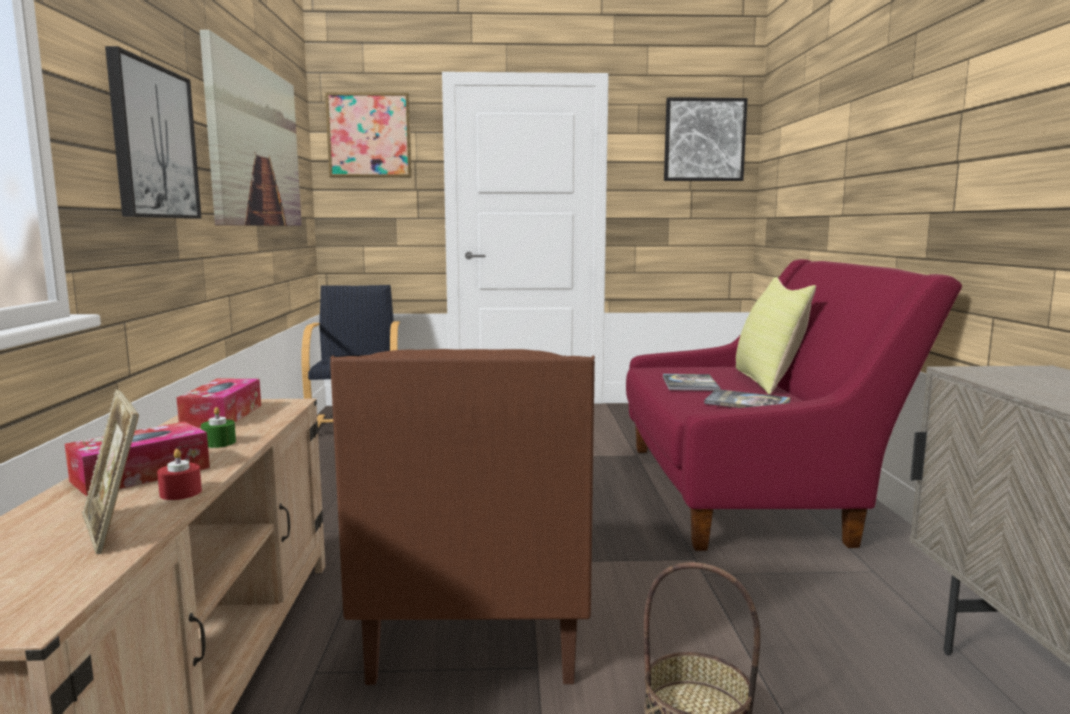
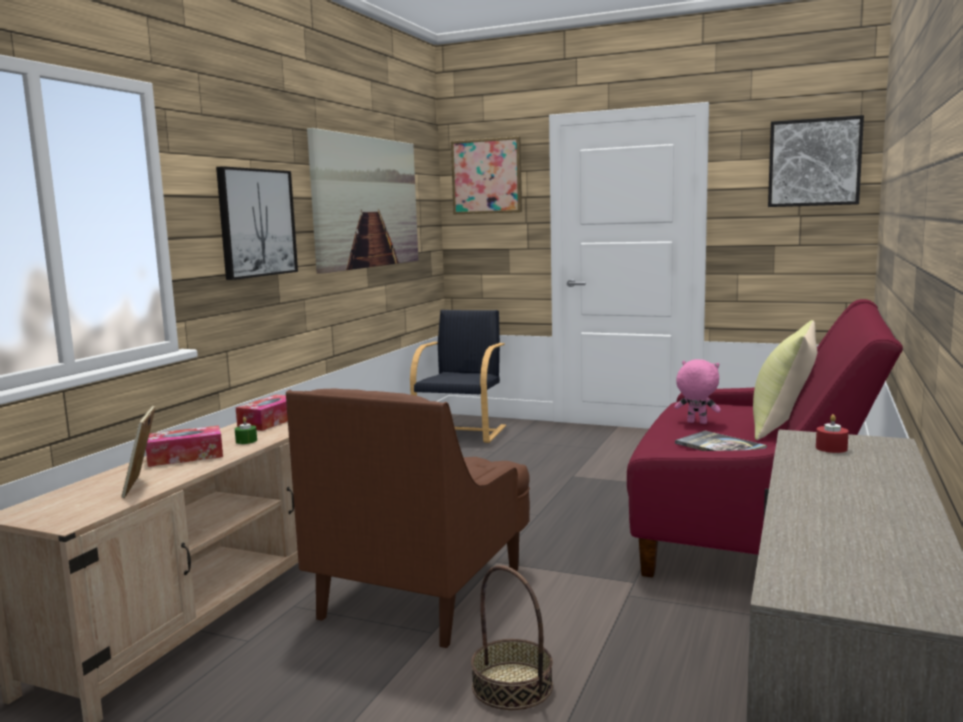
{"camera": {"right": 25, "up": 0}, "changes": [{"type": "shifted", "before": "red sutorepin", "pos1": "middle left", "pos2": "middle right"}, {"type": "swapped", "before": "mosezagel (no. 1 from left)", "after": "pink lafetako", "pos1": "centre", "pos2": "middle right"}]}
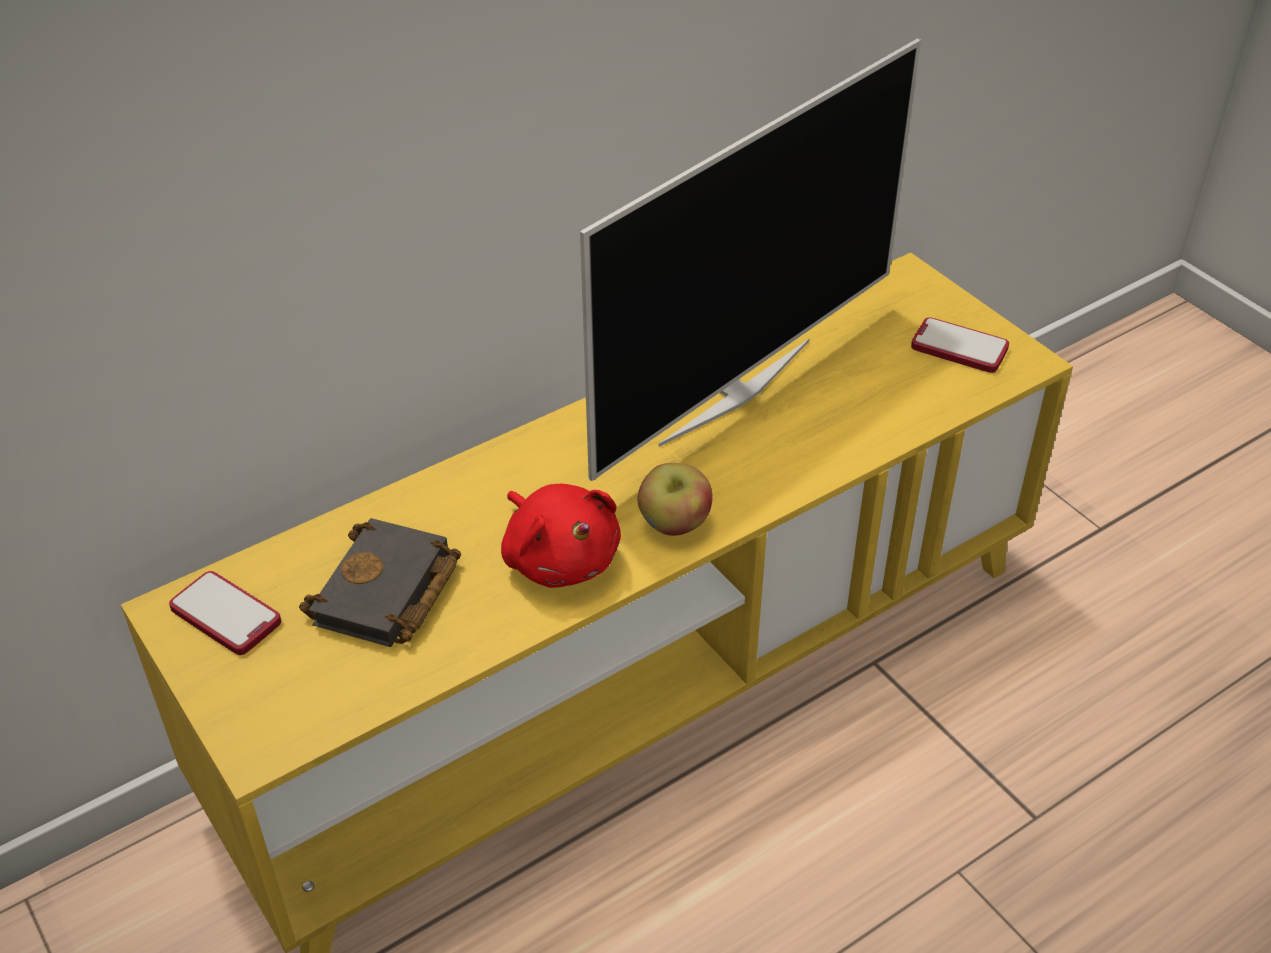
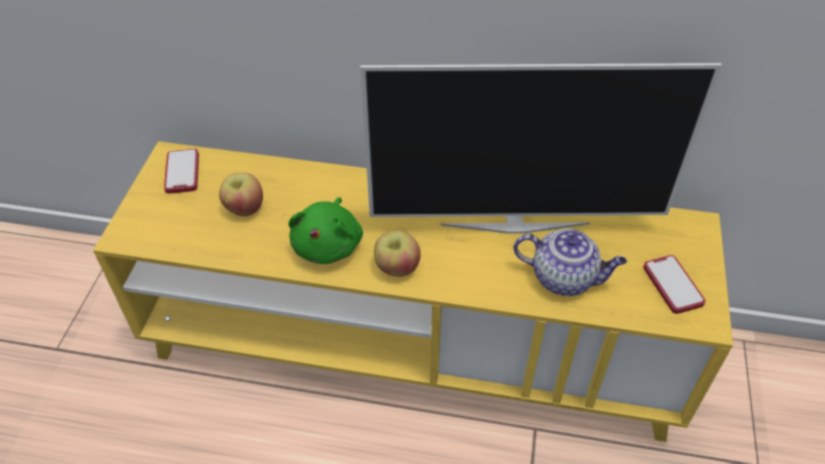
{"camera": {"right": 45, "up": 5}, "changes": [{"type": "new", "after": "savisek", "pos2": "middle right"}, {"type": "swapped", "before": "black mosezagel", "after": "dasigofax (no. 1 from left)", "pos1": "middle left", "pos2": "middle left"}, {"type": "repainted", "before": "red lafetako", "after": "green lafetako", "pos1": "centre", "pos2": "centre"}]}
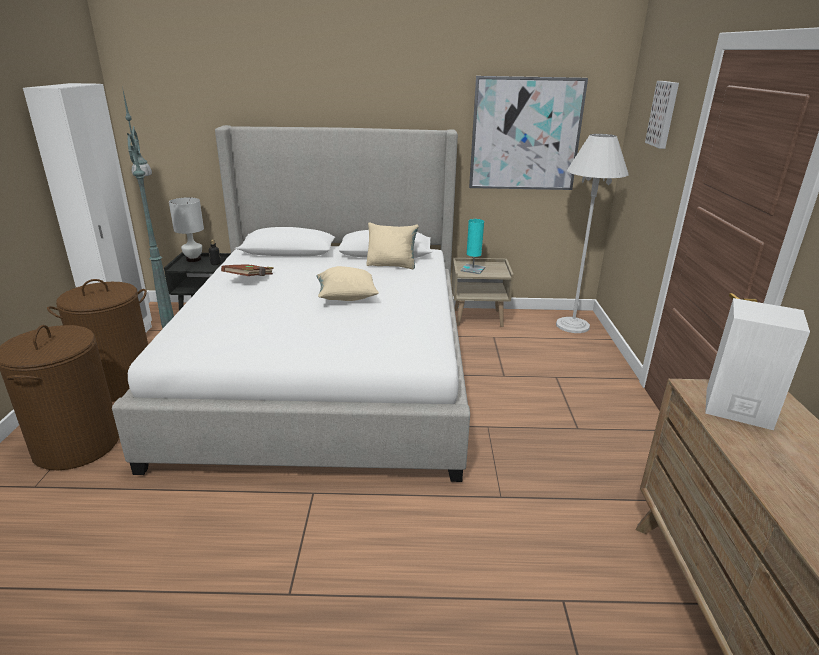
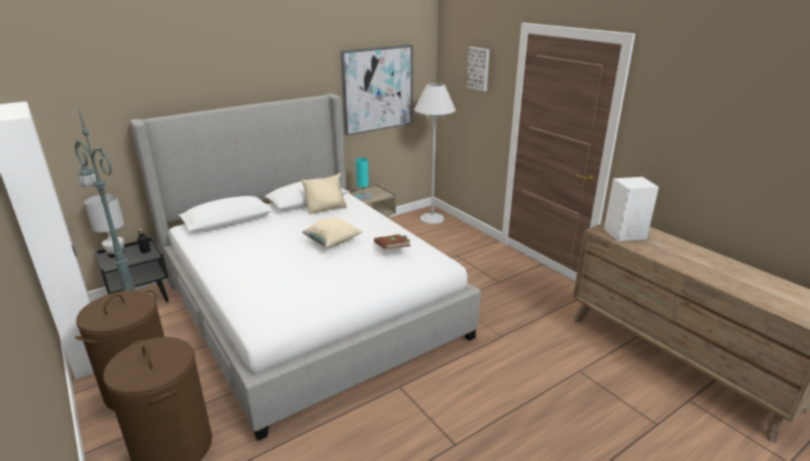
{"camera": {"right": -35, "up": 0}, "changes": [{"type": "shifted", "before": "brown mosezagel", "pos1": "middle left", "pos2": "centre"}]}
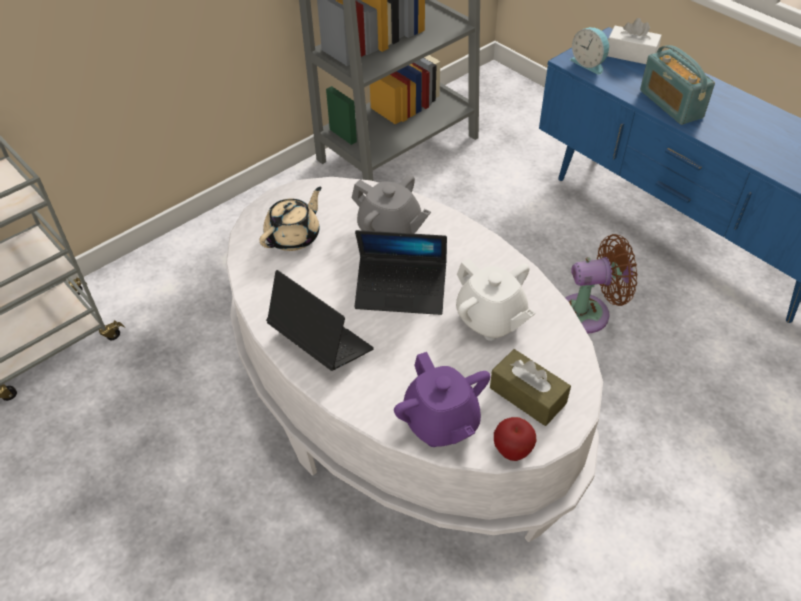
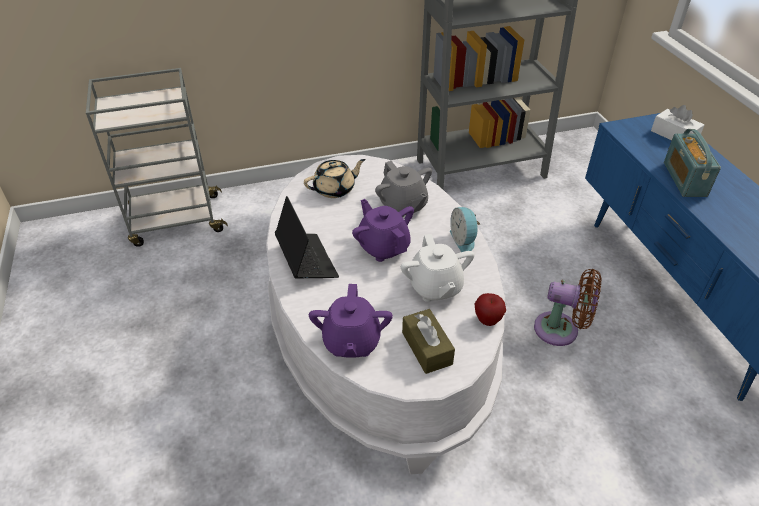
{"camera": {"right": 25, "up": -5}, "changes": [{"type": "shifted", "before": "dasigofax", "pos1": "bottom centre", "pos2": "centre"}, {"type": "shifted", "before": "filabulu", "pos1": "top right", "pos2": "centre"}, {"type": "swapped", "before": "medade (no. 2 from left)", "after": "purple savisek (no. 2 from left)", "pos1": "centre", "pos2": "centre"}]}
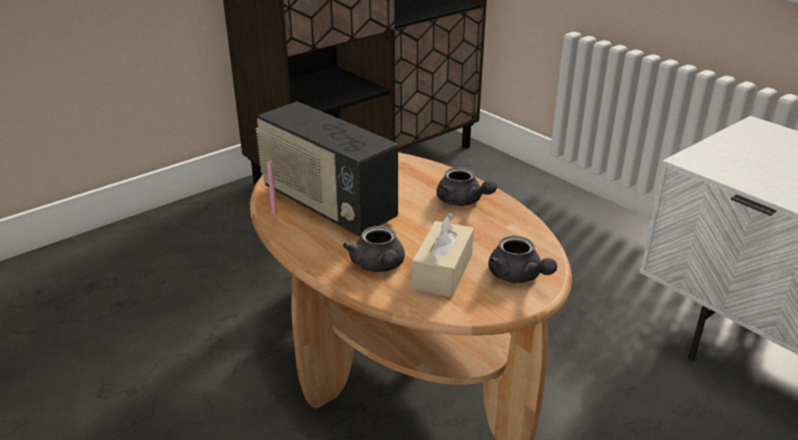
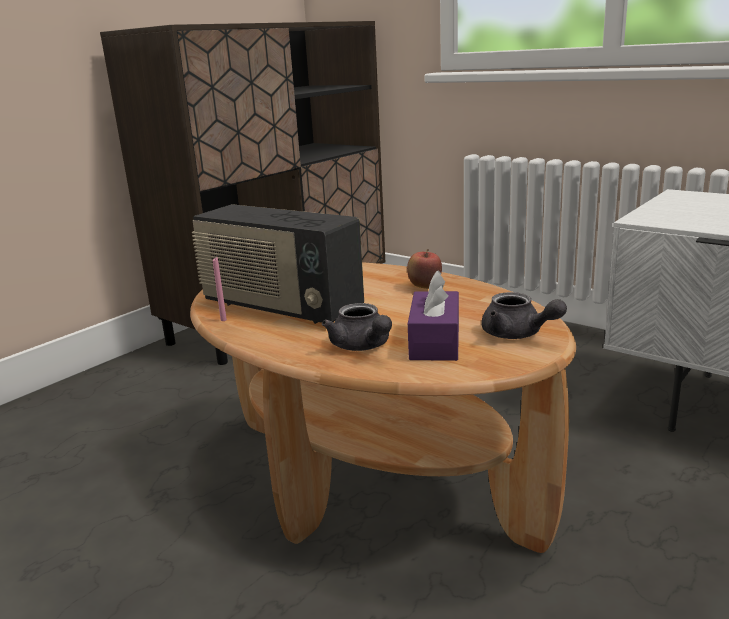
{"camera": {"right": -10, "up": -10}, "changes": [{"type": "swapped", "before": "grey savisek (no. 2 from left)", "after": "dasigofax", "pos1": "centre", "pos2": "centre"}, {"type": "repainted", "before": "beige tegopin", "after": "purple tegopin", "pos1": "centre", "pos2": "centre"}]}
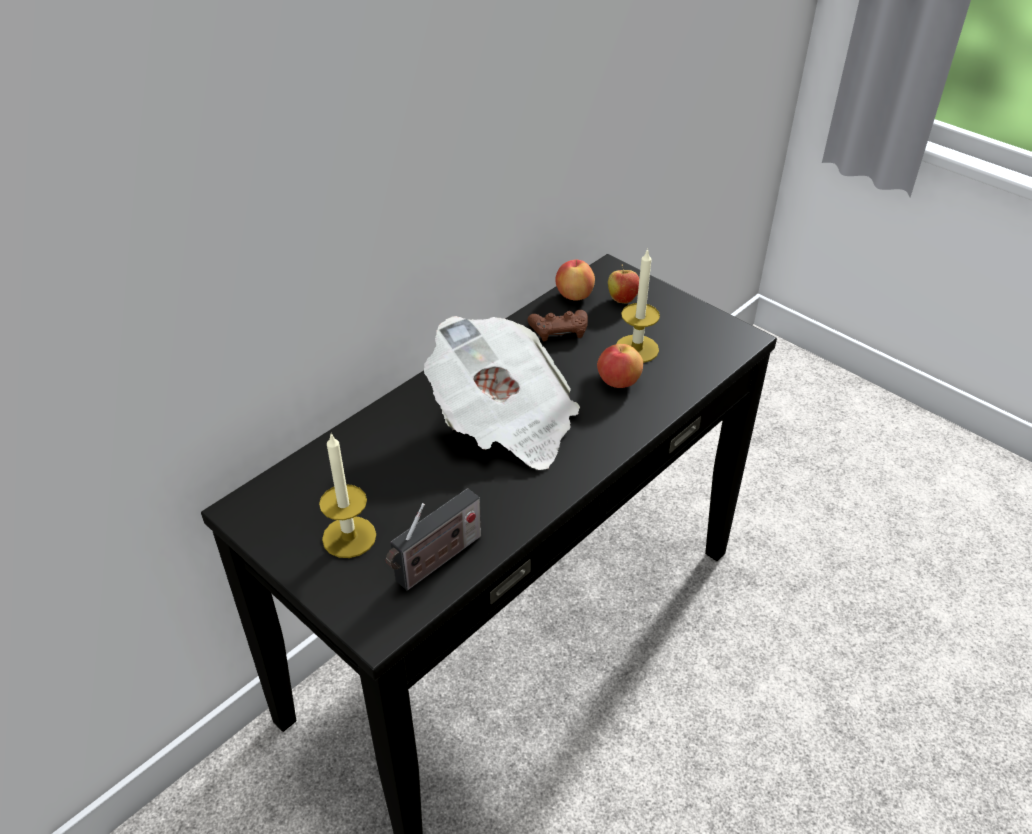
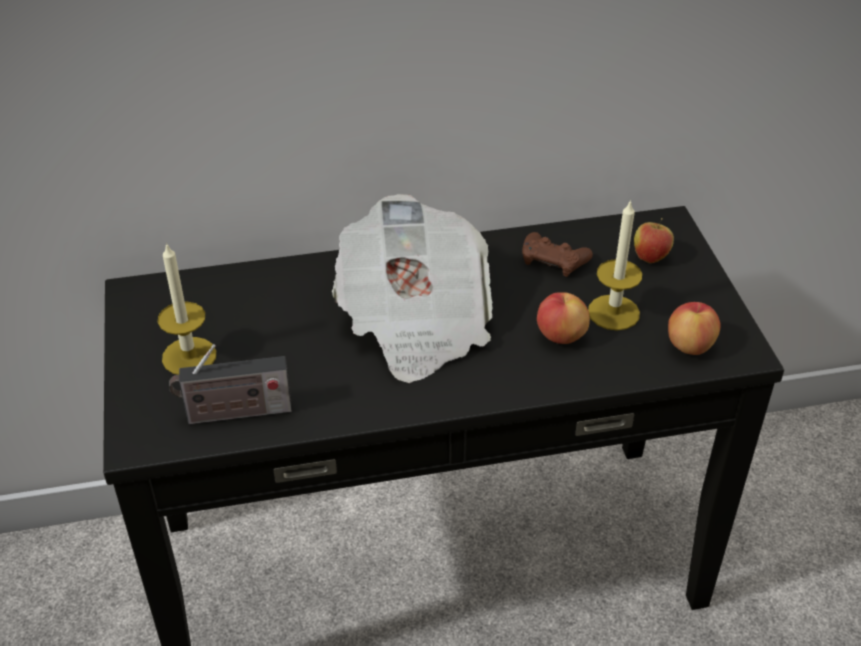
{"camera": {"right": 35, "up": 0}, "changes": [{"type": "shifted", "before": "dasigofax (no. 1 from left in the first image)", "after": "dasigofax (no. 3 from left)", "pos1": "centre", "pos2": "middle right"}]}
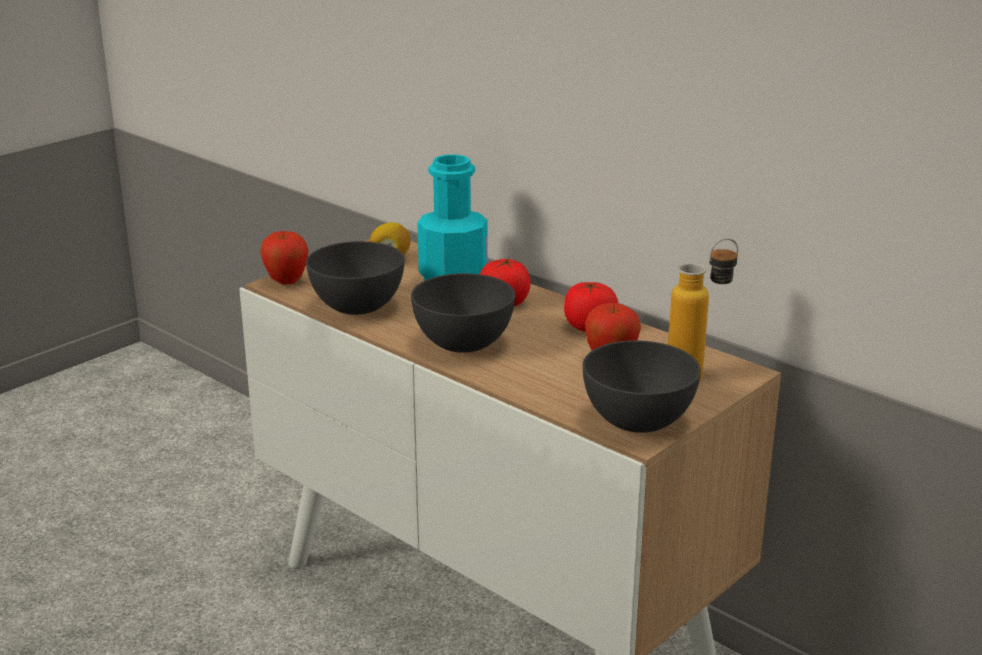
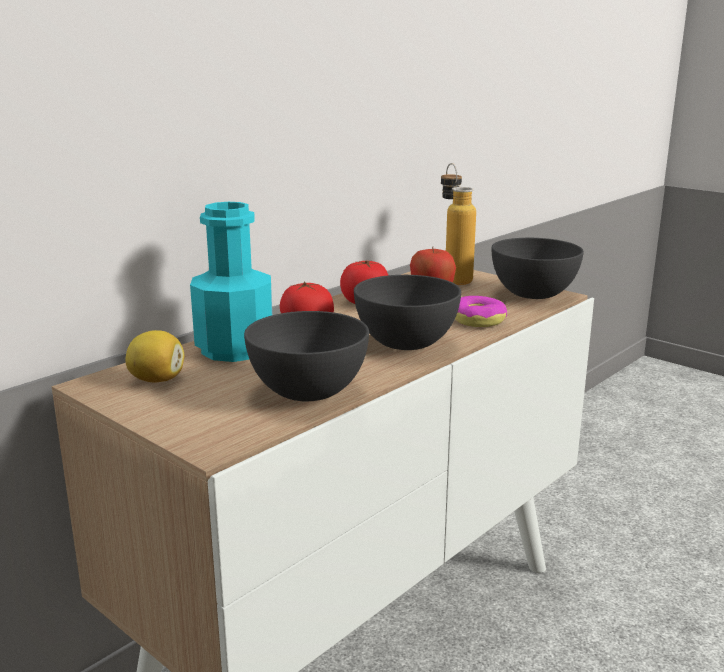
{"camera": {"right": -90, "up": -5}, "changes": [{"type": "gone", "before": "dasigofax (no. 1 from left)", "pos1": "middle left"}, {"type": "new", "after": "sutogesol", "pos2": "centre"}]}
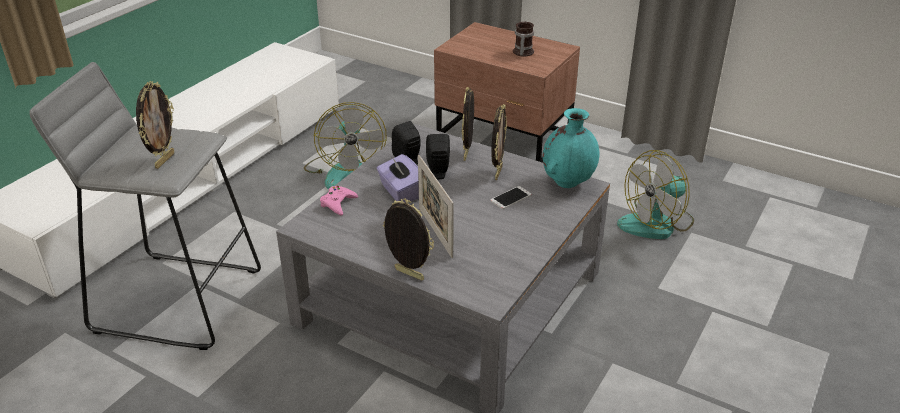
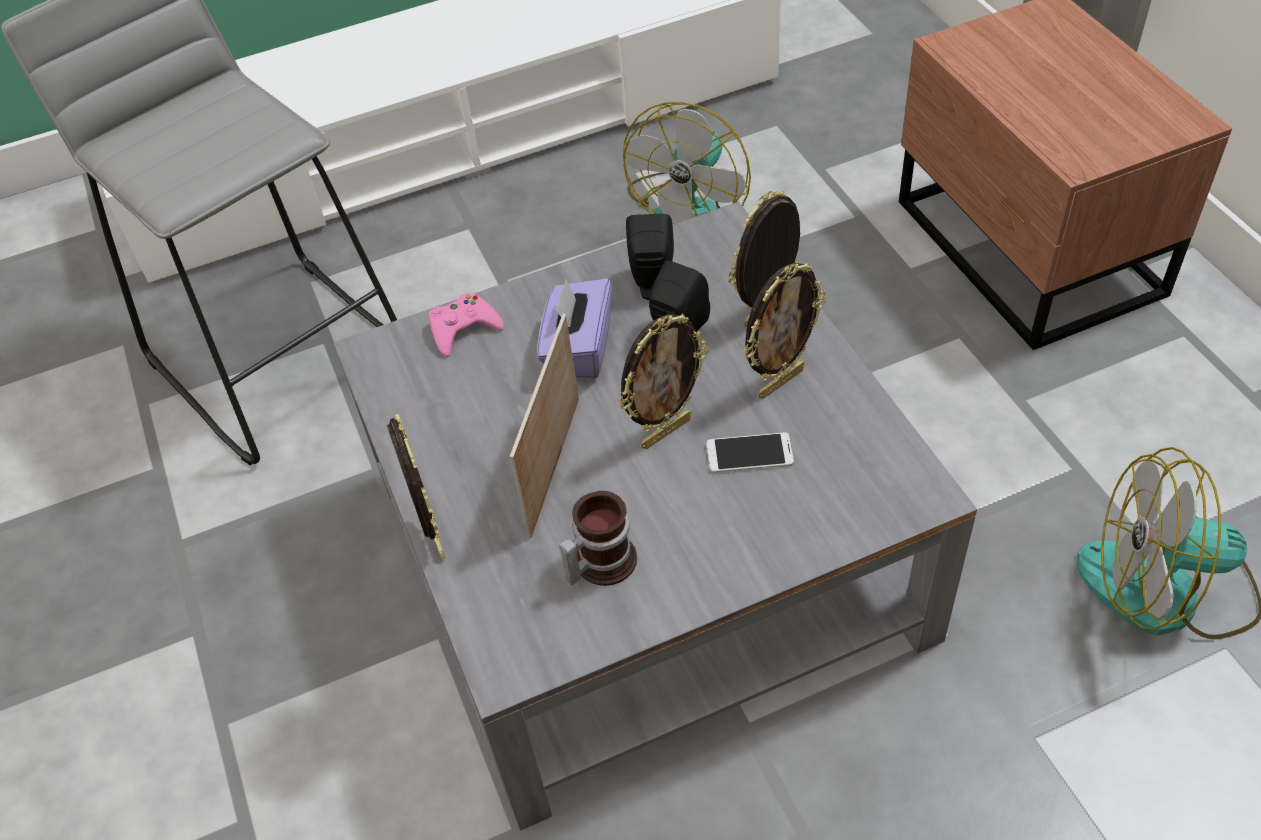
{"camera": {"right": 40, "up": 15}, "changes": [{"type": "gone", "before": "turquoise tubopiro", "pos1": "centre"}, {"type": "shifted", "before": "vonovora (no. 1 from left in the first image)", "after": "vonovora (no. 3 from left)", "pos1": "top left", "pos2": "centre"}, {"type": "shifted", "before": "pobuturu", "pos1": "top centre", "pos2": "centre"}]}
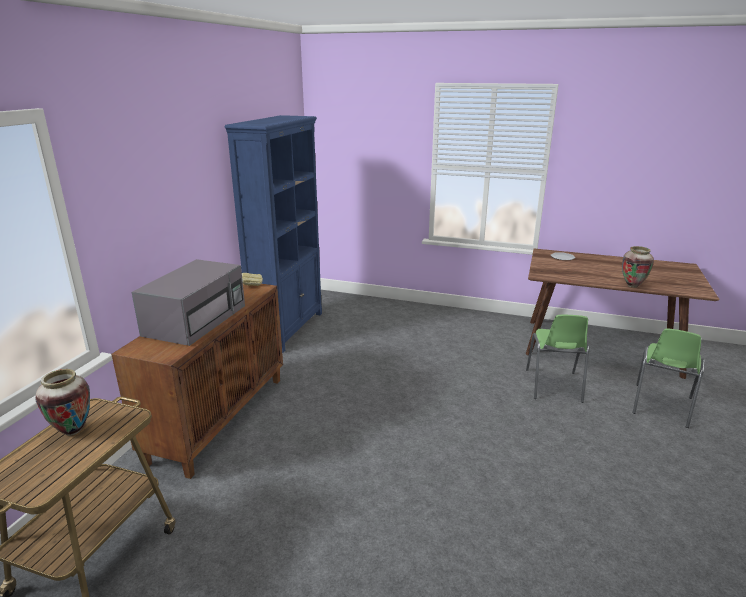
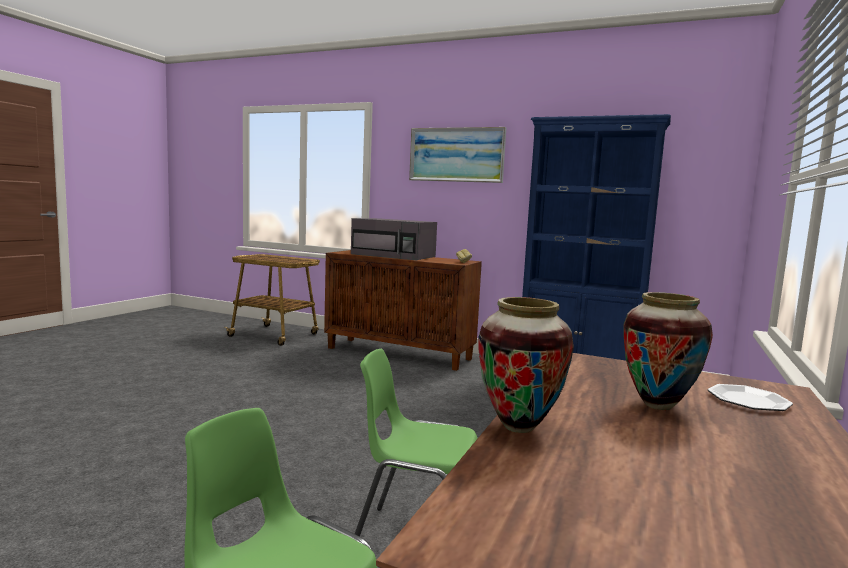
{"camera": {"right": 95, "up": -15}, "changes": [{"type": "new", "after": "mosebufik", "pos2": "top centre"}, {"type": "shifted", "before": "tubopiro (no. 1 from left in the first image)", "after": "tubopiro (no. 2 from left)", "pos1": "bottom left", "pos2": "middle right"}]}
